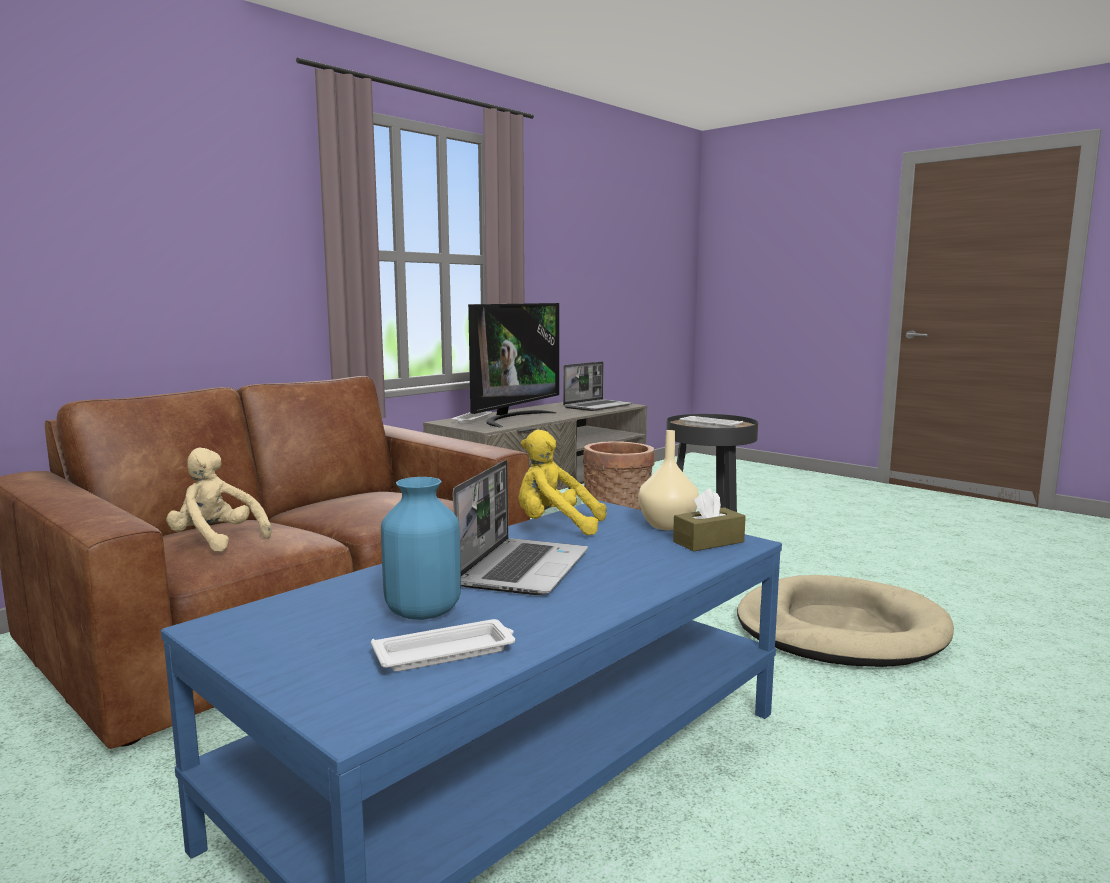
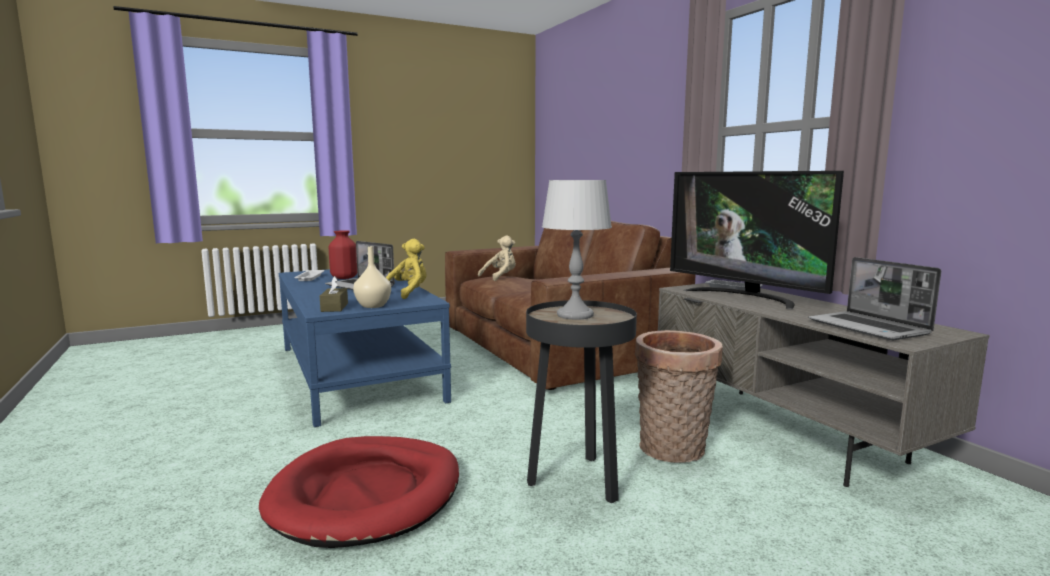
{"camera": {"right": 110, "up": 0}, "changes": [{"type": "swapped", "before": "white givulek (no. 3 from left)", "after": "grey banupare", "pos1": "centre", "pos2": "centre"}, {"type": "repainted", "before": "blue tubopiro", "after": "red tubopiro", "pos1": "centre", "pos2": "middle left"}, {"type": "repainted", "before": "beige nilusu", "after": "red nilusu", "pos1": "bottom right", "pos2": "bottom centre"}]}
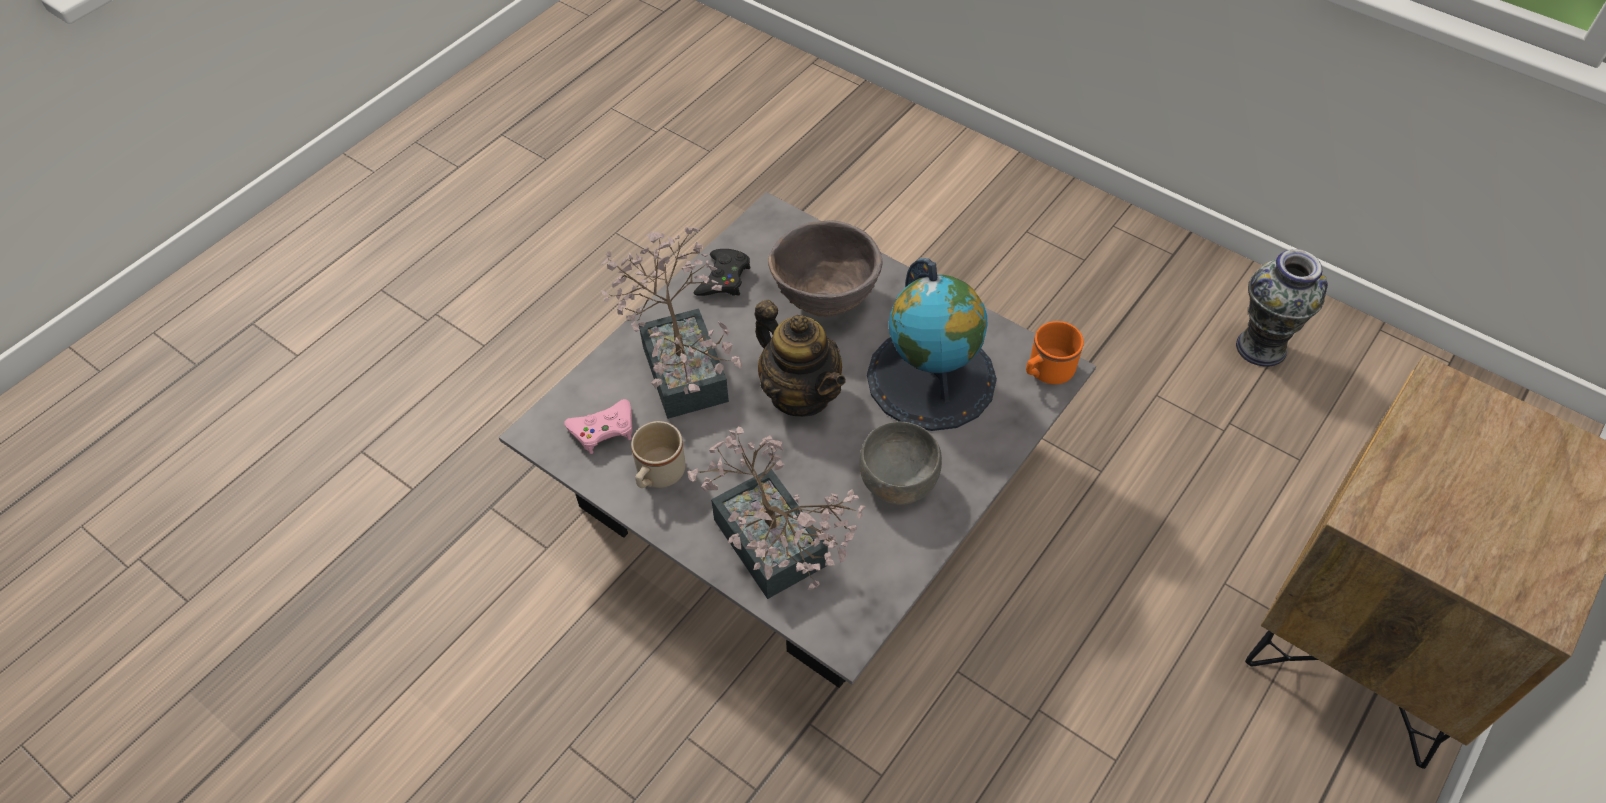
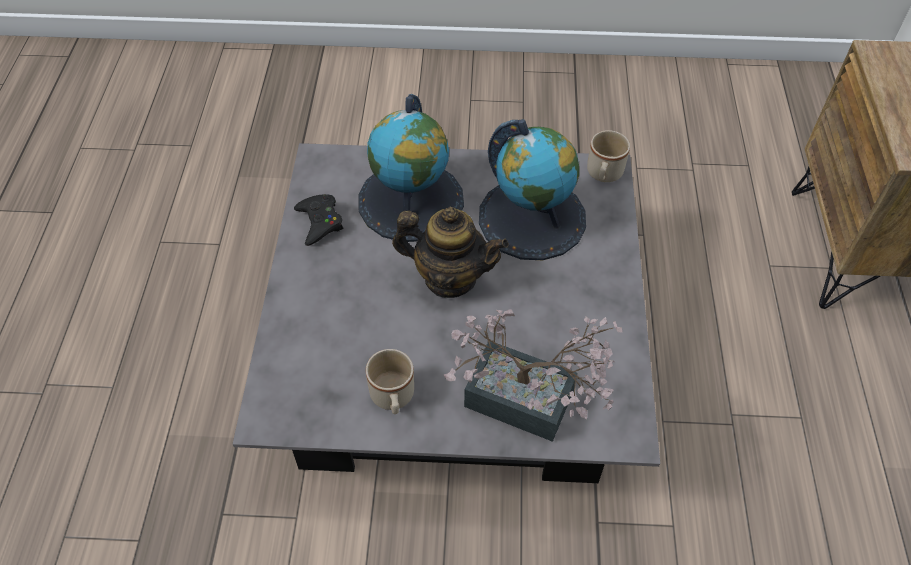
{"camera": {"right": -35, "up": 0}, "changes": [{"type": "gone", "before": "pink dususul", "pos1": "centre"}, {"type": "gone", "before": "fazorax (no. 1 from left)", "pos1": "centre"}, {"type": "gone", "before": "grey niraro", "pos1": "centre"}, {"type": "gone", "before": "tubopiro", "pos1": "middle right"}, {"type": "swapped", "before": "brown niraro", "after": "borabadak (no. 1 from left)", "pos1": "centre", "pos2": "top centre"}, {"type": "repainted", "before": "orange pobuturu", "after": "beige pobuturu (no. 2 from left)", "pos1": "centre", "pos2": "top right"}]}
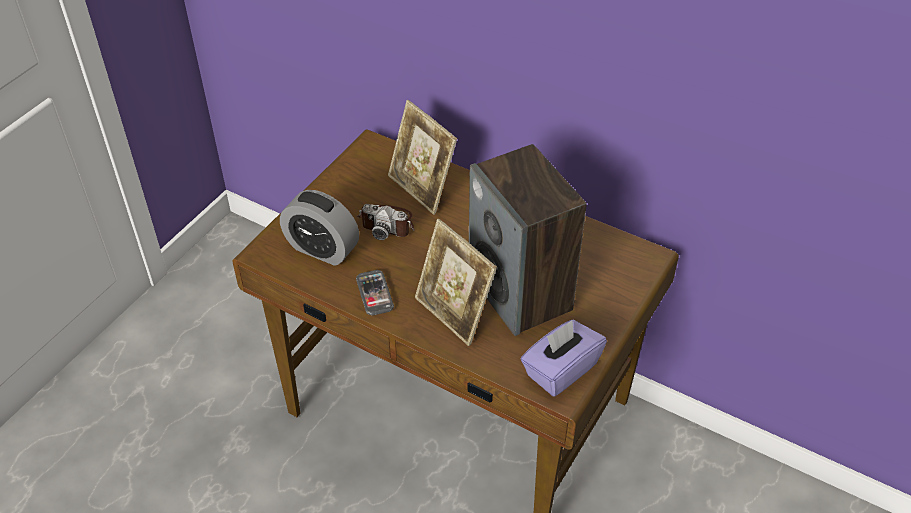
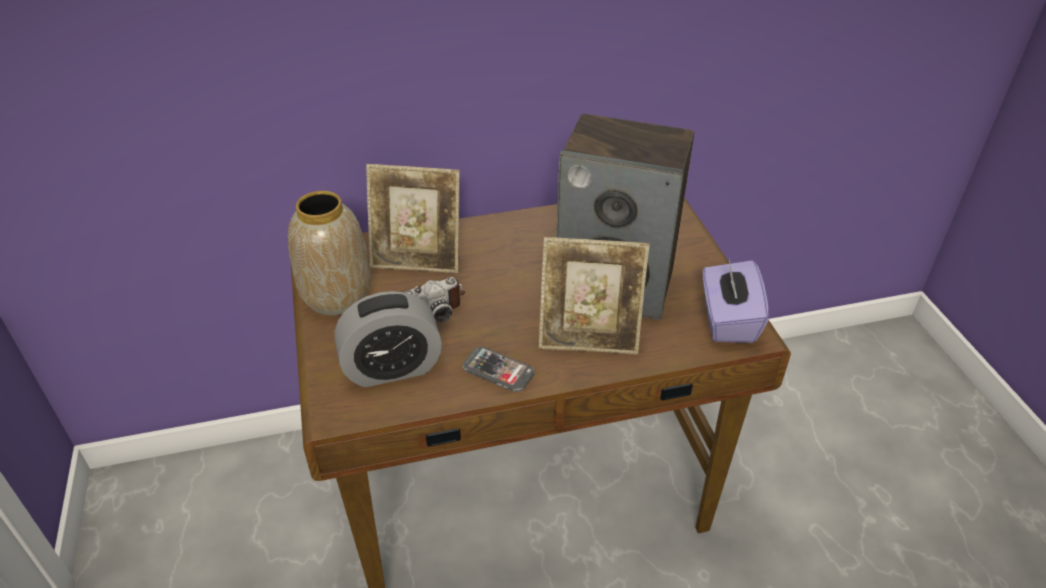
{"camera": {"right": -45, "up": -5}, "changes": [{"type": "new", "after": "tubopiro", "pos2": "middle left"}]}
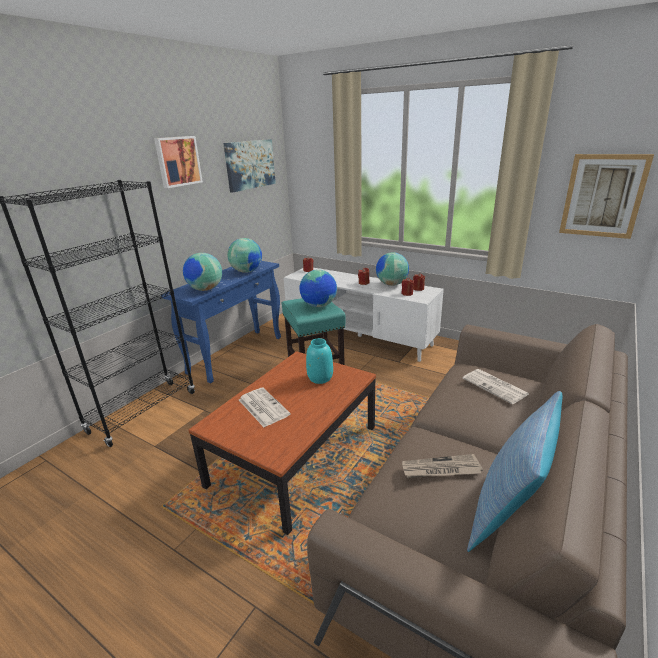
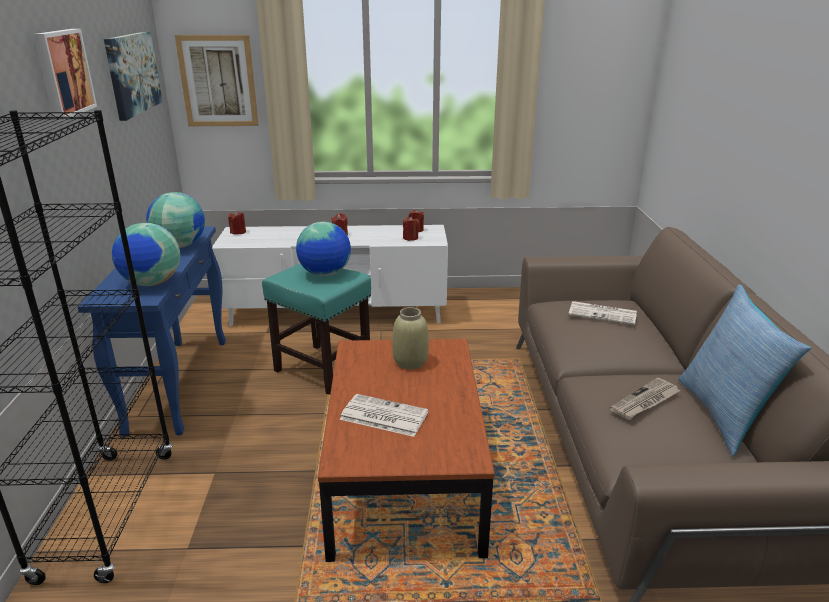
{"camera": {"right": -35, "up": 0}, "changes": [{"type": "gone", "before": "borabadak (no. 4 from left)", "pos1": "centre"}, {"type": "shifted", "before": "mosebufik (no. 3 from left)", "pos1": "top right", "pos2": "top left"}, {"type": "repainted", "before": "turquoise tubopiro", "after": "beige tubopiro", "pos1": "centre", "pos2": "centre"}]}
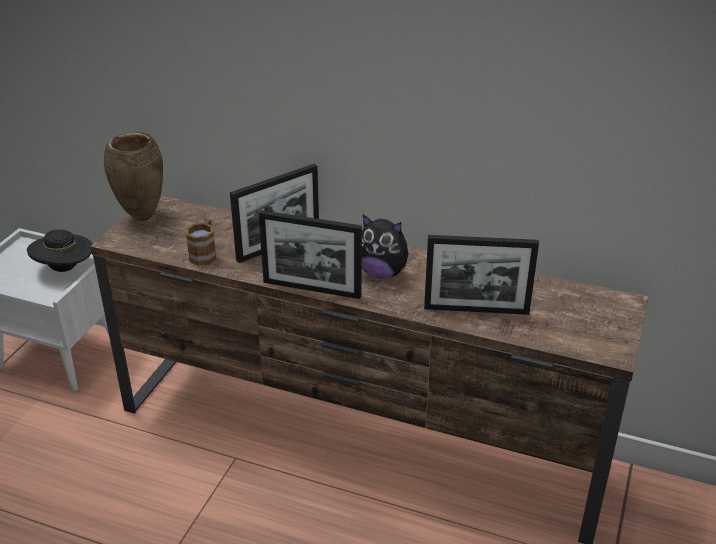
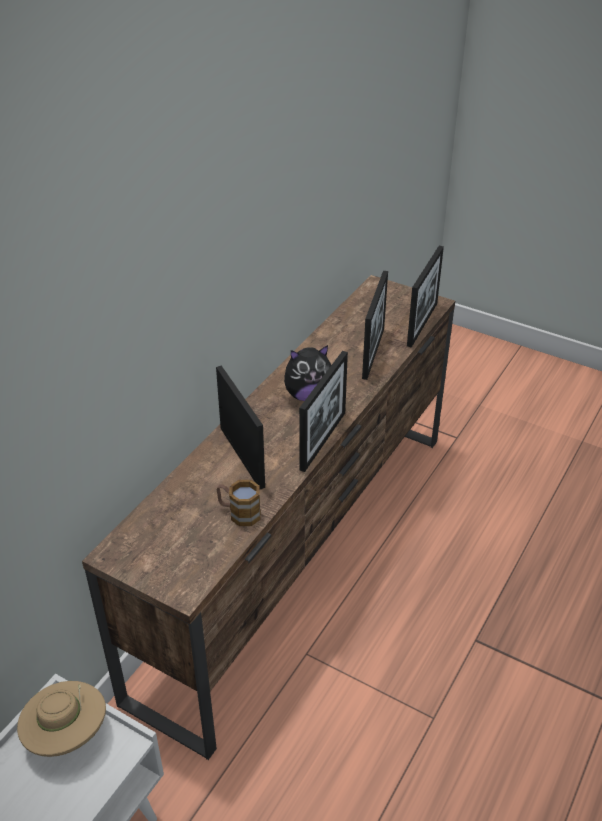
{"camera": {"right": -80, "up": 5}, "changes": [{"type": "gone", "before": "brown tubopiro", "pos1": "top left"}, {"type": "new", "after": "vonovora (no. 4 from left)", "pos2": "middle right"}, {"type": "repainted", "before": "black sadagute", "after": "beige sadagute", "pos1": "middle left", "pos2": "bottom left"}, {"type": "rotated", "before": "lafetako", "pos1": "centre", "pos2": "centre", "turn": 45}]}
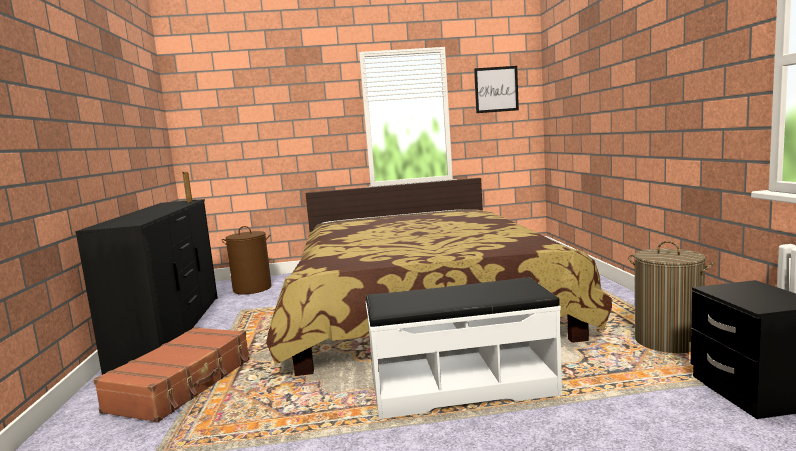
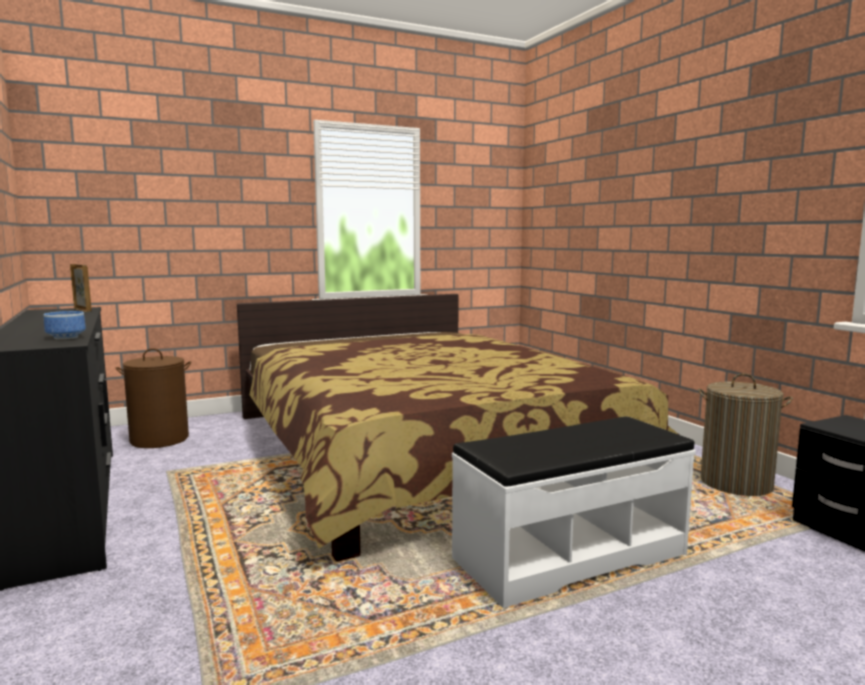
{"camera": {"right": -20, "up": 0}, "changes": [{"type": "gone", "before": "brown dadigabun", "pos1": "bottom left"}, {"type": "gone", "before": "mosebufik", "pos1": "top centre"}, {"type": "new", "after": "niraro", "pos2": "middle left"}]}
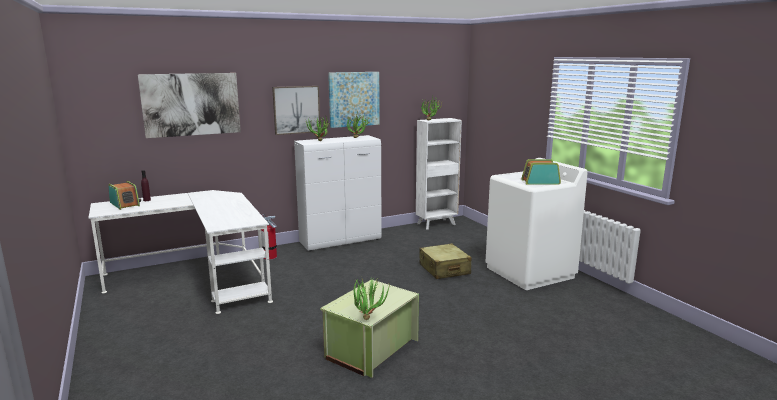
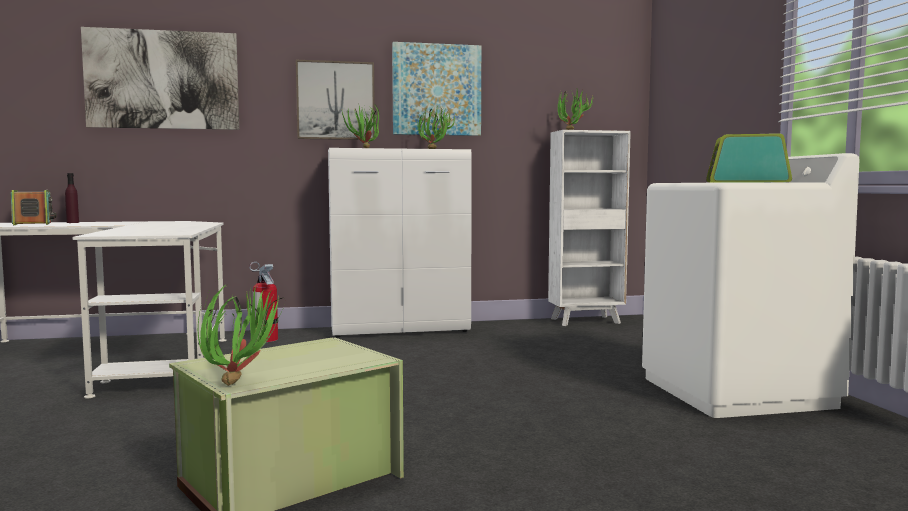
{"camera": {"right": 15, "up": -10}, "changes": [{"type": "gone", "before": "beige dadigabun", "pos1": "centre"}]}
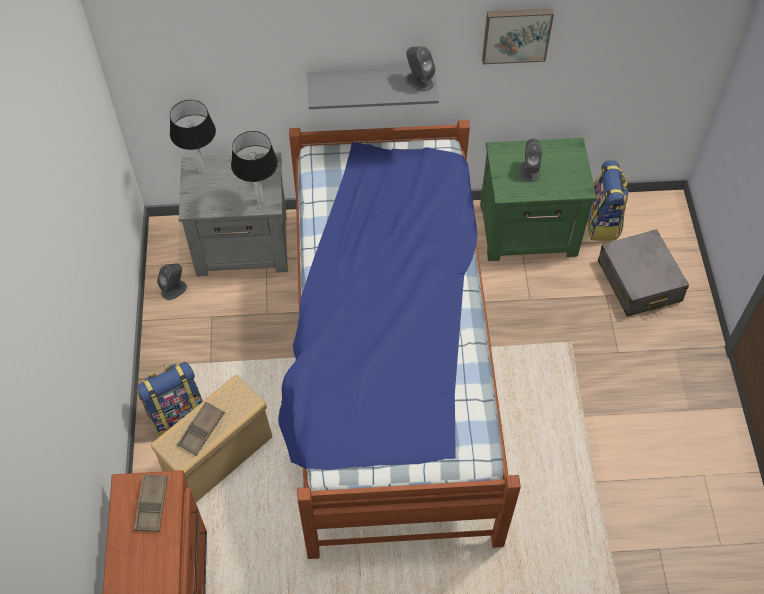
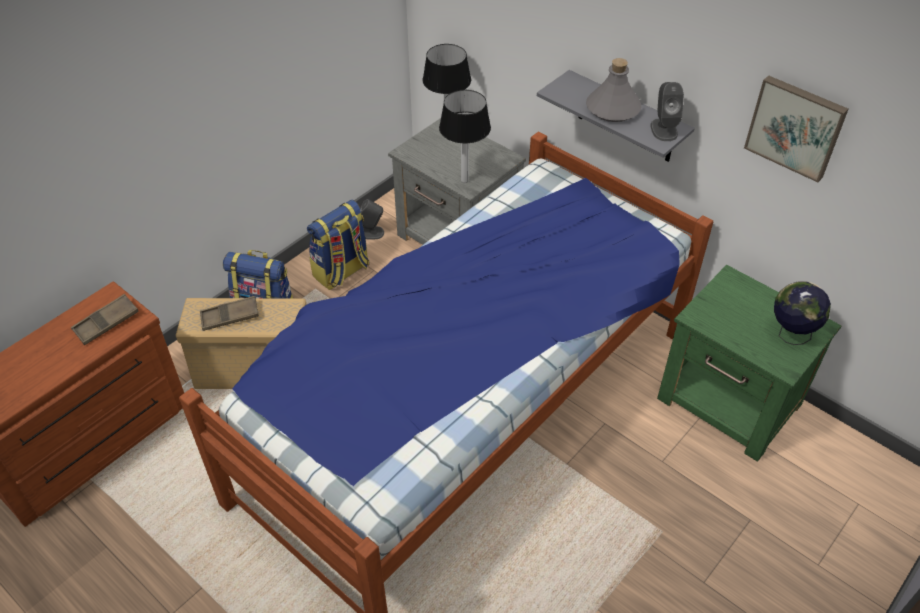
{"camera": {"right": 45, "up": -10}, "changes": [{"type": "gone", "before": "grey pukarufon (no. 3 from left)", "pos1": "top right"}, {"type": "gone", "before": "grey dadigabun", "pos1": "middle right"}, {"type": "new", "after": "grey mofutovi", "pos2": "top right"}, {"type": "new", "after": "borabadak", "pos2": "middle right"}, {"type": "shifted", "before": "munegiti (no. 2 from left)", "pos1": "middle right", "pos2": "centre"}]}
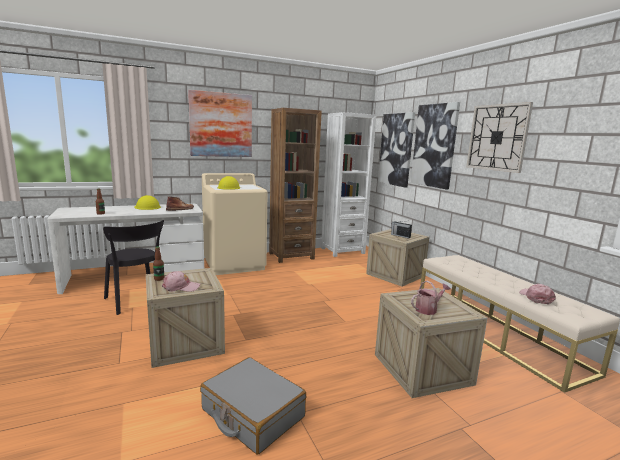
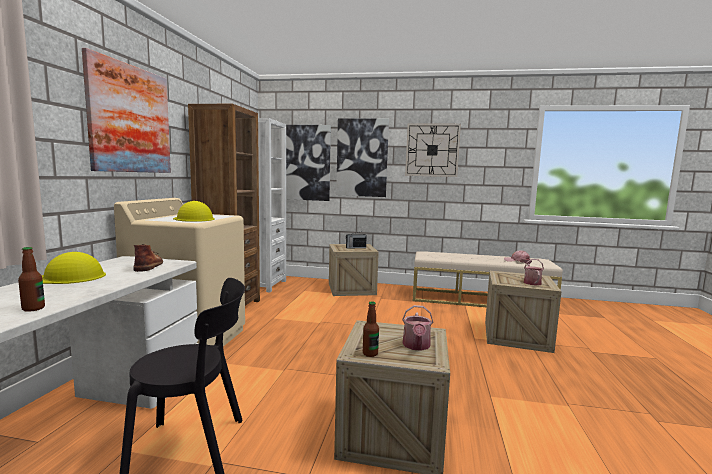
{"camera": {"right": -55, "up": -5}, "changes": [{"type": "gone", "before": "grey dadigabun", "pos1": "bottom centre"}, {"type": "swapped", "before": "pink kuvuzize (no. 1 from left)", "after": "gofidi (no. 1 from left)", "pos1": "middle left", "pos2": "bottom centre"}]}
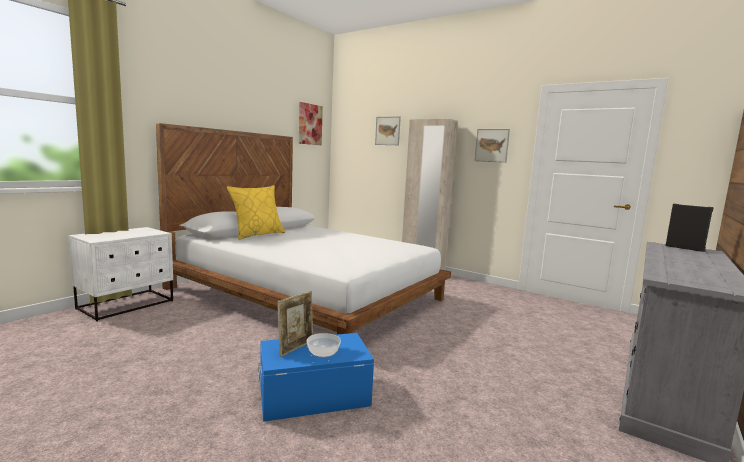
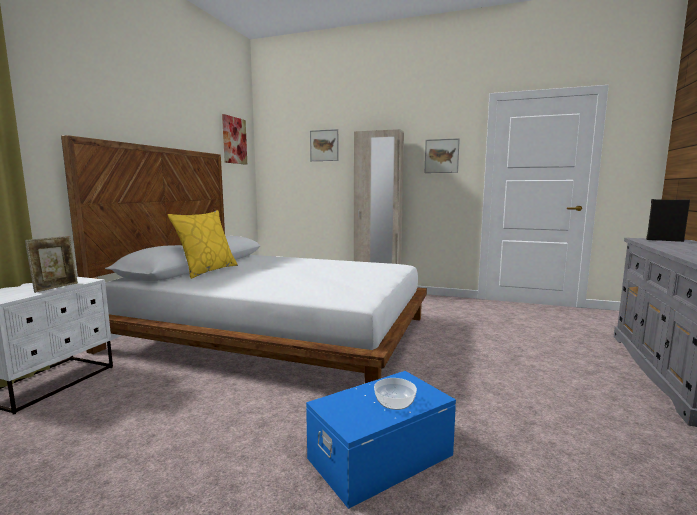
{"camera": {"right": -15, "up": 0}, "changes": [{"type": "shifted", "before": "vonovora", "pos1": "bottom centre", "pos2": "middle left"}]}
